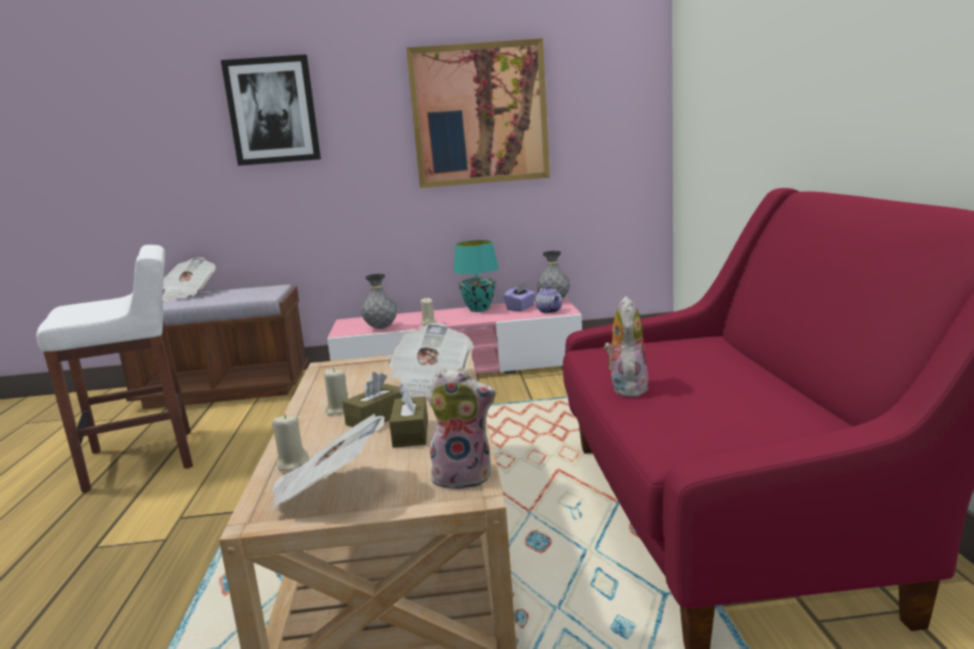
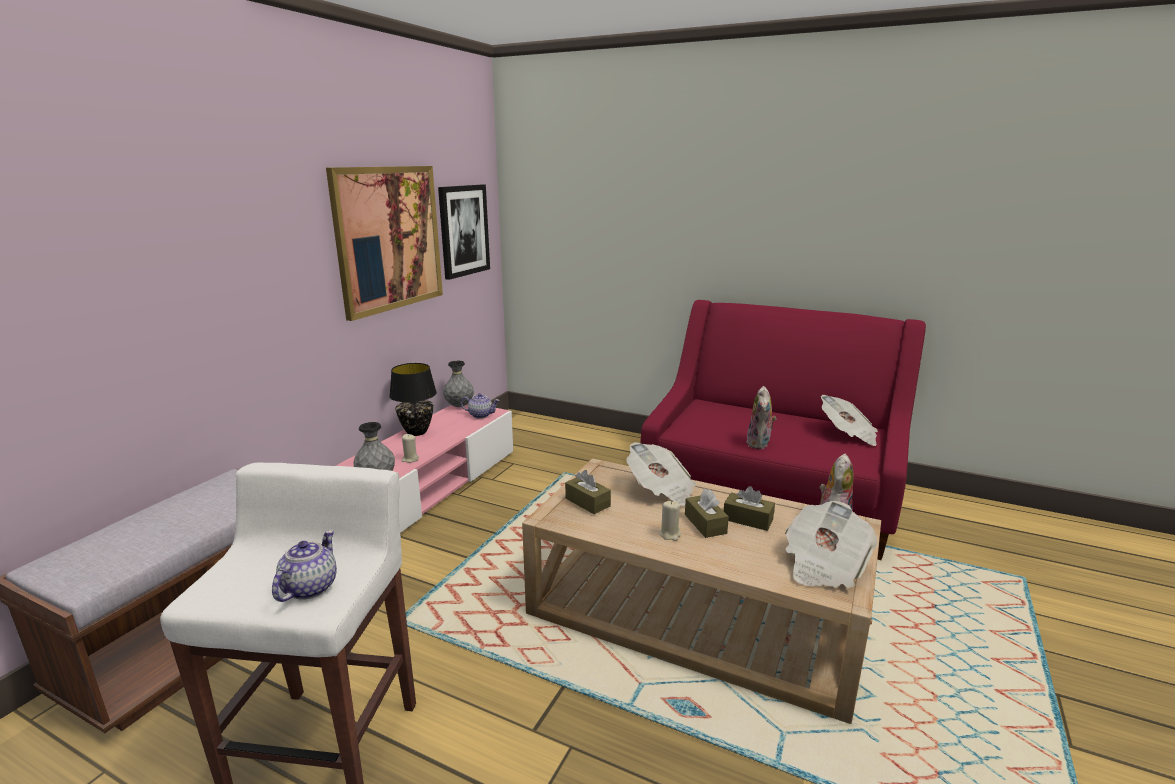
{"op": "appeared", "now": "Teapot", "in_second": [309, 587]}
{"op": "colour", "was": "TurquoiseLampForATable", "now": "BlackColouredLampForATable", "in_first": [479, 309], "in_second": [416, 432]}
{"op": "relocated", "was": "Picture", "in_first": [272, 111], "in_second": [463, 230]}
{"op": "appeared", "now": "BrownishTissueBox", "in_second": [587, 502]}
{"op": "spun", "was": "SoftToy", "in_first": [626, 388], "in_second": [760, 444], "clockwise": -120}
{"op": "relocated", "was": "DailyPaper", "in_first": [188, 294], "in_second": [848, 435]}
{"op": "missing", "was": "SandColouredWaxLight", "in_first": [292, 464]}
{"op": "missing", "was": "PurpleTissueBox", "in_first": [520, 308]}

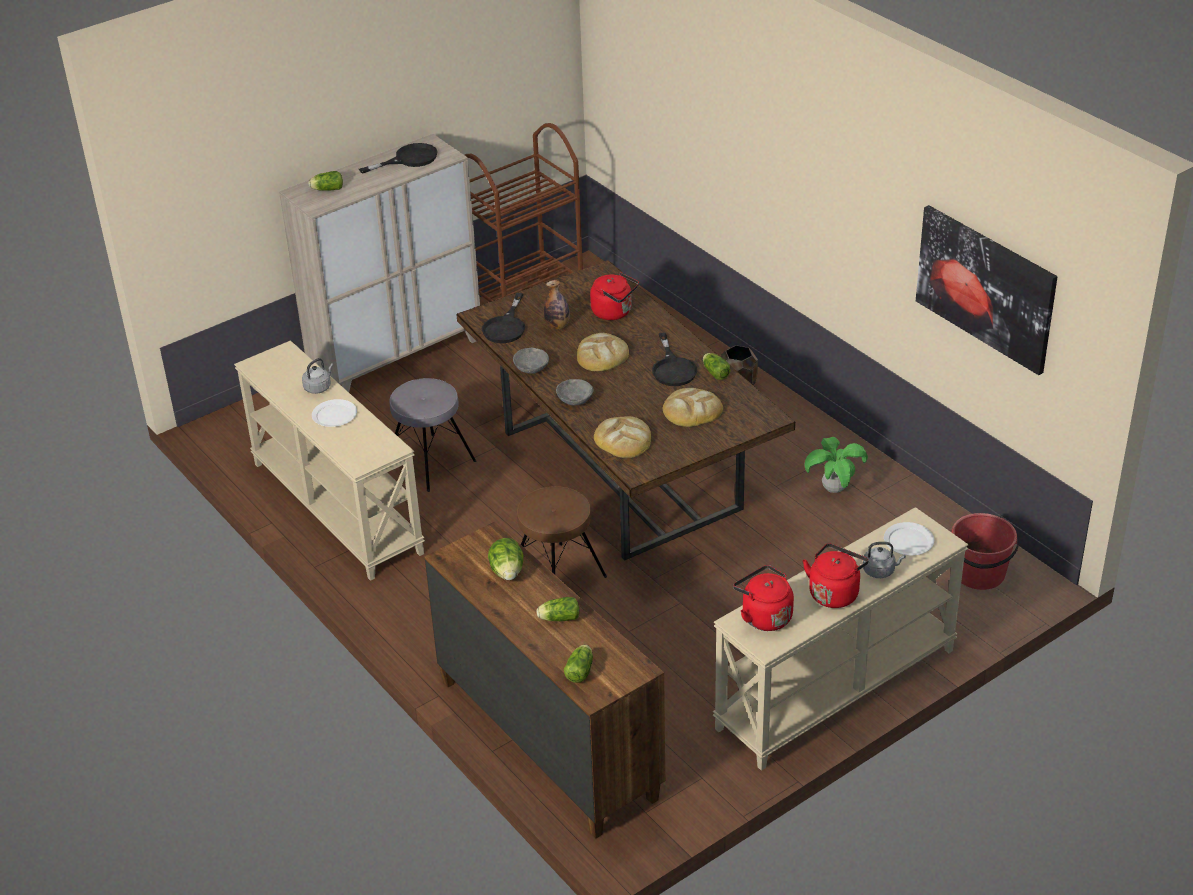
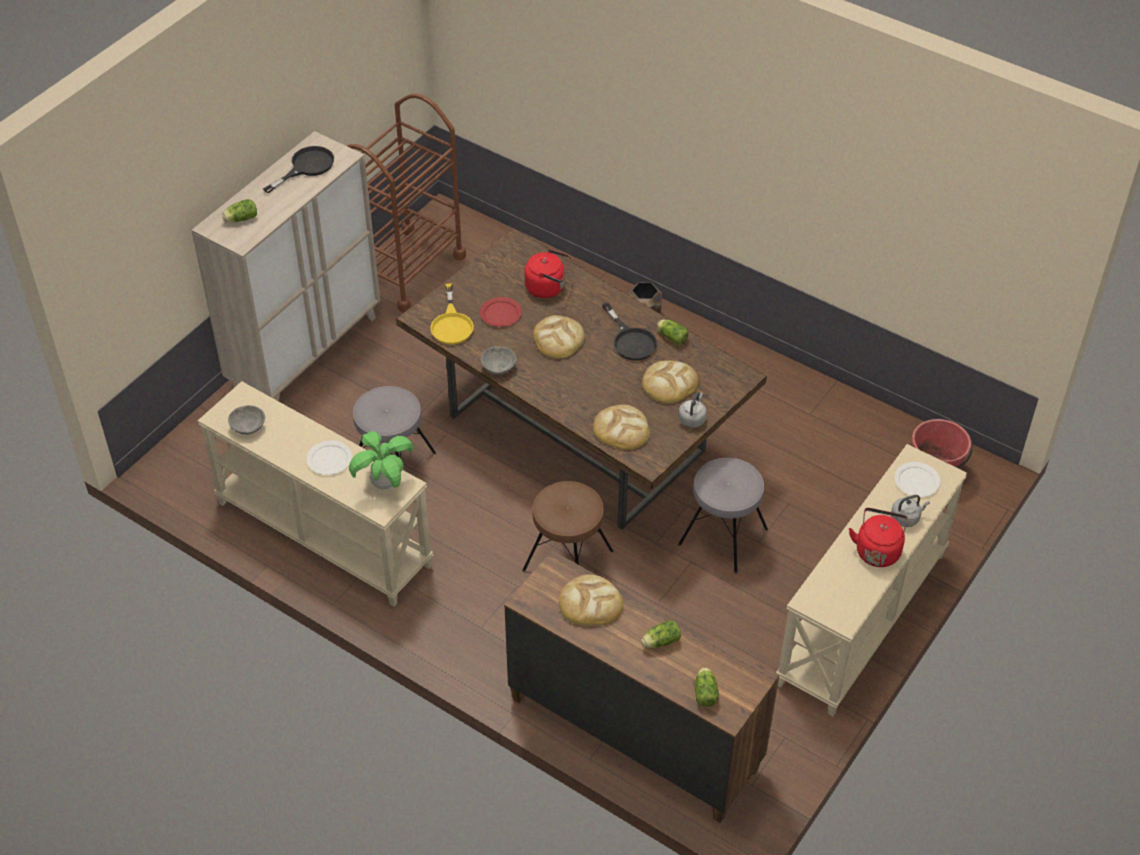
{"op": "relocated", "was": "GrayServingBowl", "in_first": [574, 400], "in_second": [247, 427]}
{"op": "relocated", "was": "PlantInAPot", "in_first": [834, 489], "in_second": [384, 484]}
{"op": "colour", "was": "BlackColouredPan", "now": "YellowPan", "in_first": [506, 326], "in_second": [452, 324]}
{"op": "exchanged", "was": "BeverageBottle", "now": "RedDinnerPlate", "in_first": [557, 326], "in_second": [501, 314]}
{"op": "exchanged", "was": "LettuceHead", "now": "BakeryBread", "in_first": [507, 572], "in_second": [590, 603]}
{"op": "relocated", "was": "GrayKettle", "in_first": [318, 387], "in_second": [692, 419]}
{"op": "appeared", "now": "GrayStool", "in_second": [723, 537]}
{"op": "missing", "was": "RedKettle", "in_first": [764, 616]}
{"op": "missing", "was": "Picture", "in_first": [985, 288]}

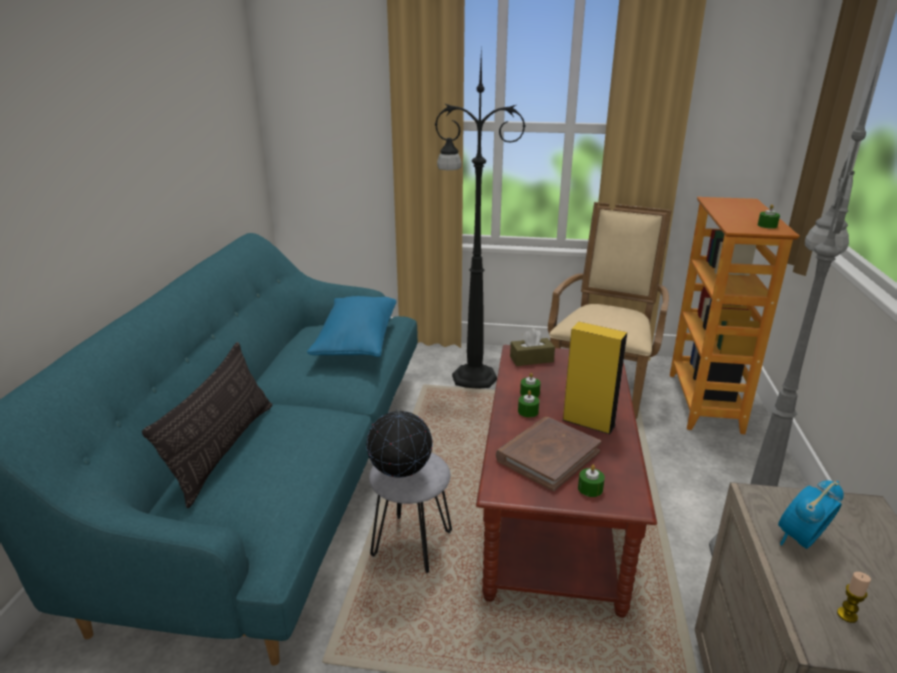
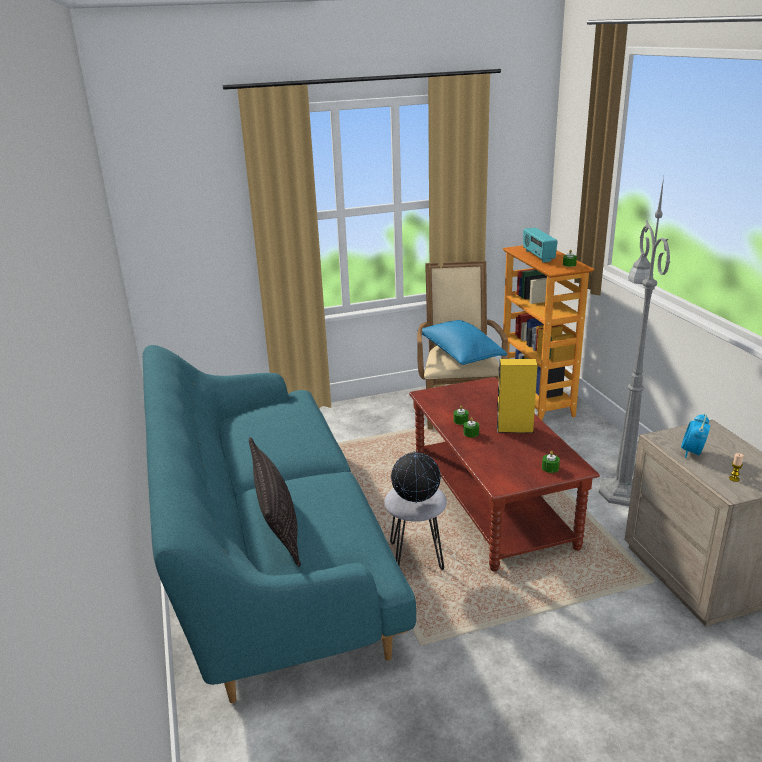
{"op": "relocated", "was": "BlueColouredThrowPillow", "in_first": [356, 342], "in_second": [459, 354]}
{"op": "appeared", "now": "Radio", "in_second": [538, 256]}
{"op": "missing", "was": "BlackColouredStandingLamp", "in_first": [471, 377]}
{"op": "missing", "was": "BrownishBoundBook", "in_first": [548, 456]}
{"op": "missing", "was": "BrownishTissueBox", "in_first": [531, 359]}

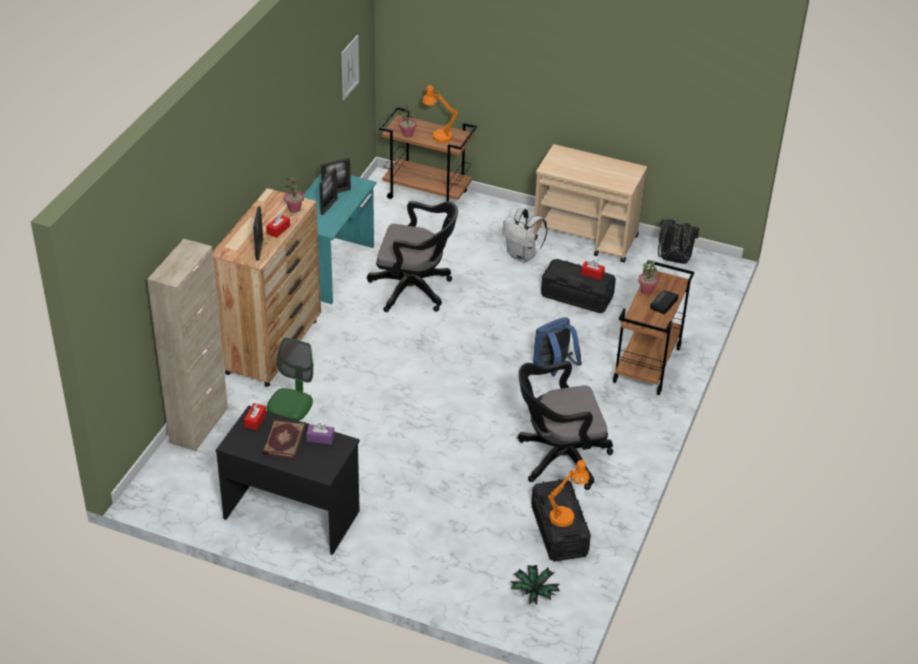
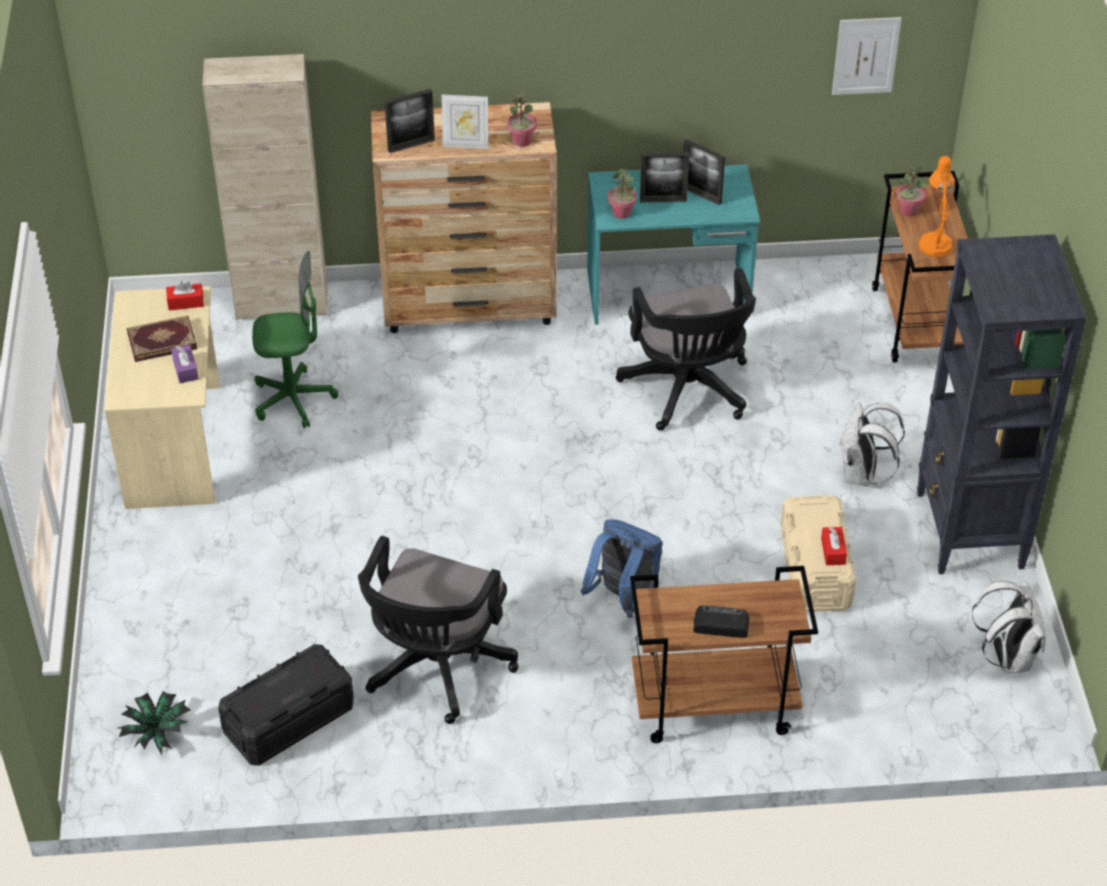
{"op": "colour", "was": "BlackColouredDeskTable", "now": "SandColouredDeskTable", "in_first": [292, 513], "in_second": [176, 445]}
{"op": "spun", "was": "BlackColouredComputerChair", "in_first": [558, 458], "in_second": [435, 669], "clockwise": -120}
{"op": "exchanged", "was": "RedTissueBox", "now": "PictureFrame", "in_first": [278, 230], "in_second": [465, 144]}
{"op": "relocated", "was": "PlantInAPot", "in_first": [646, 290], "in_second": [622, 213]}
{"op": "colour", "was": "BlackColouredStorageBox", "now": "SandColouredStorageBox", "in_first": [577, 296], "in_second": [815, 569]}
{"op": "exchanged", "was": "SandColouredWheeledCart", "now": "BlackColouredBookcase", "in_first": [586, 238], "in_second": [969, 531]}
{"op": "colour", "was": "BlackColouredKnapsack", "now": "WhiteKnapsack", "in_first": [673, 260], "in_second": [1007, 657]}
{"op": "missing", "was": "OrangeLampForATable", "in_first": [566, 515]}

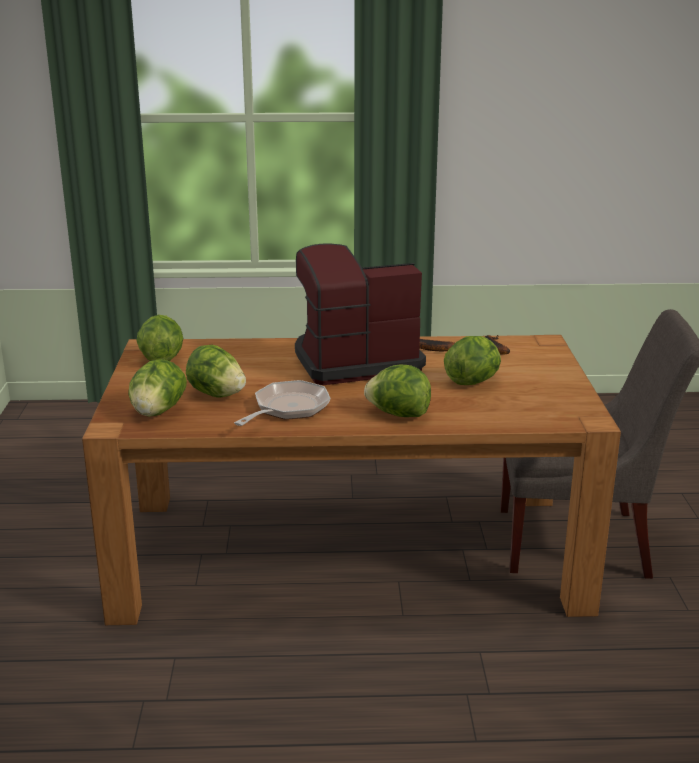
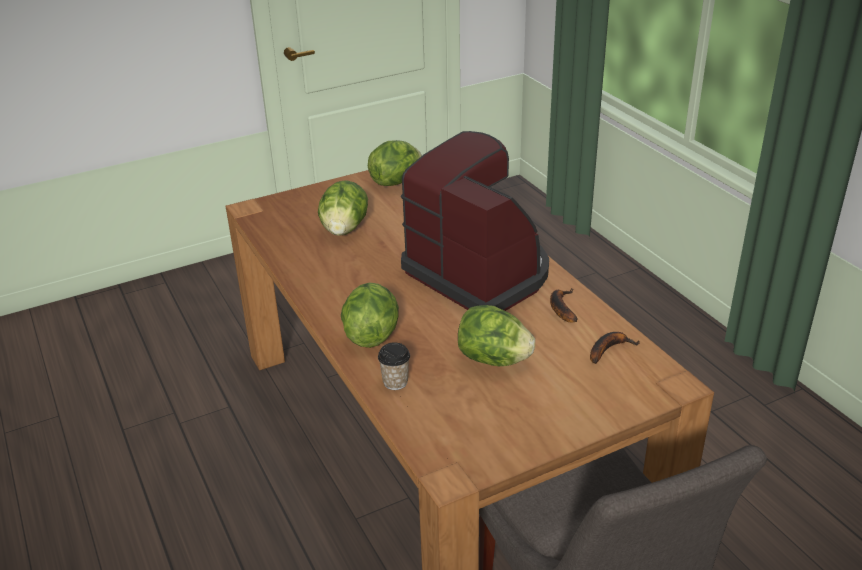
{"op": "appeared", "now": "DrinkingCup", "in_second": [395, 382]}
{"op": "missing", "was": "LettuceHead", "in_first": [158, 412]}
{"op": "missing", "was": "Pan", "in_first": [287, 409]}

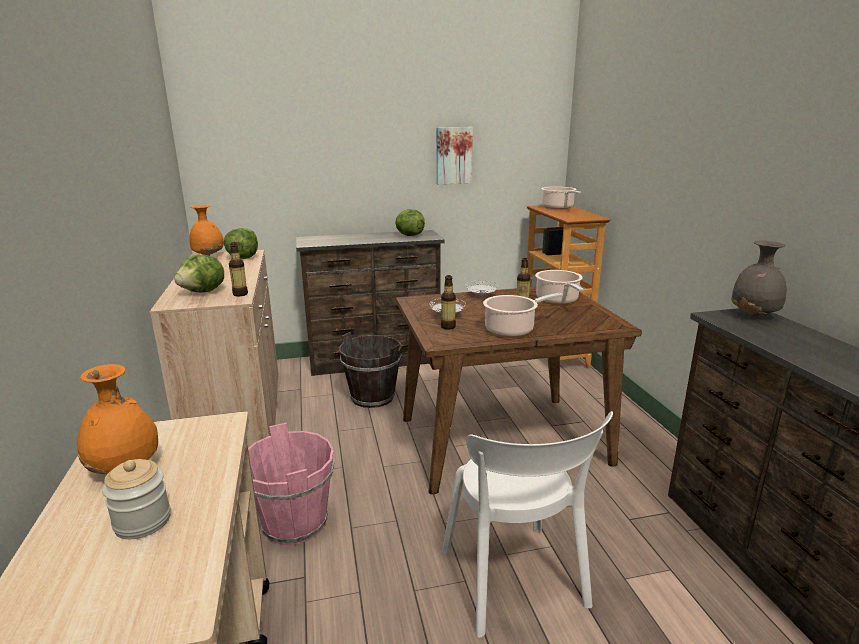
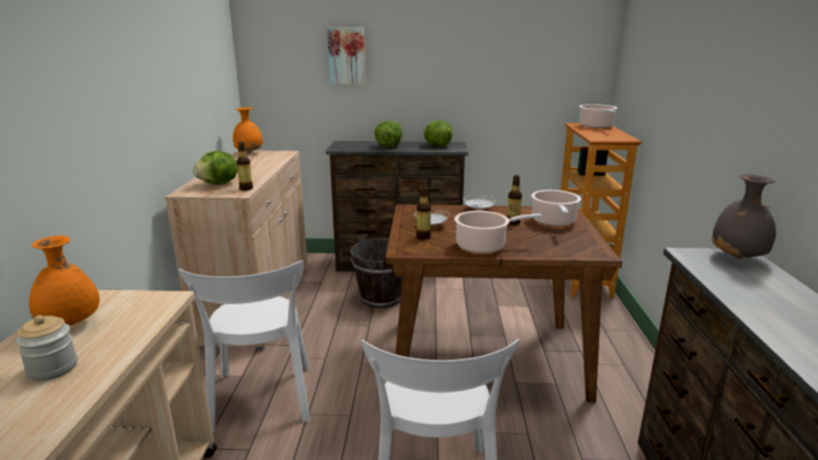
{"op": "exchanged", "was": "PinkishBucket", "now": "WhiteChair", "in_first": [294, 523], "in_second": [262, 401]}
{"op": "relocated", "was": "Picture", "in_first": [453, 155], "in_second": [347, 56]}
{"op": "relocated", "was": "LettuceHead", "in_first": [243, 258], "in_second": [388, 146]}

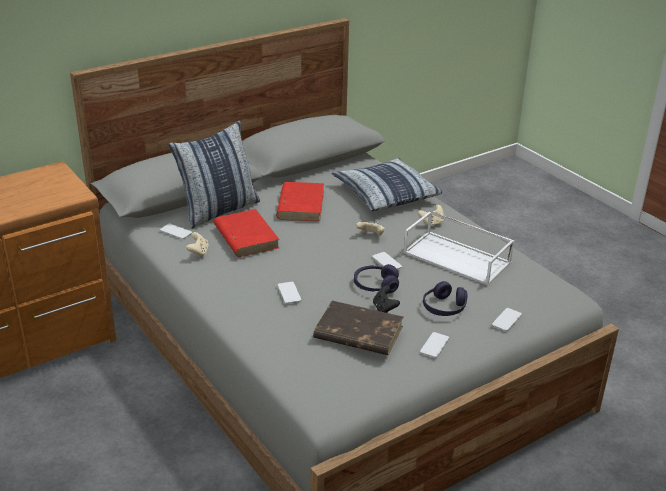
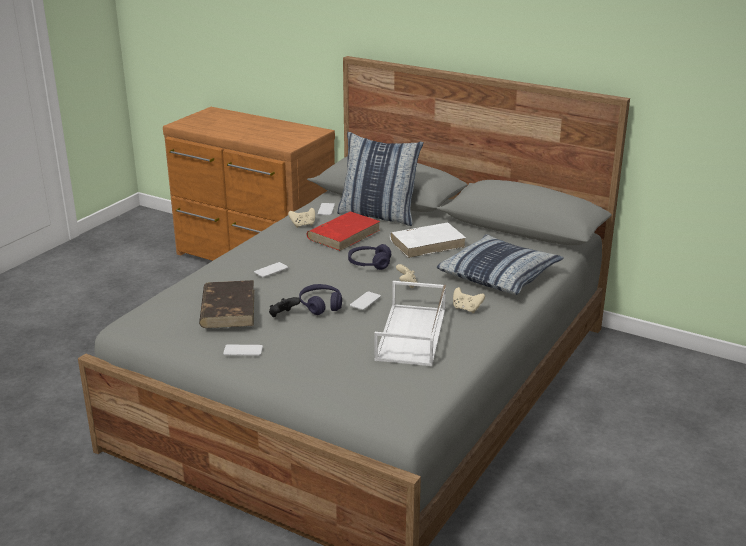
{"op": "relocated", "was": "PurplePairOfHeadphones", "in_first": [444, 307], "in_second": [369, 263]}
{"op": "colour", "was": "RedBoundBook", "now": "WhiteBoundBook", "in_first": [300, 204], "in_second": [428, 243]}
{"op": "missing", "was": "Phone", "in_first": [506, 320]}

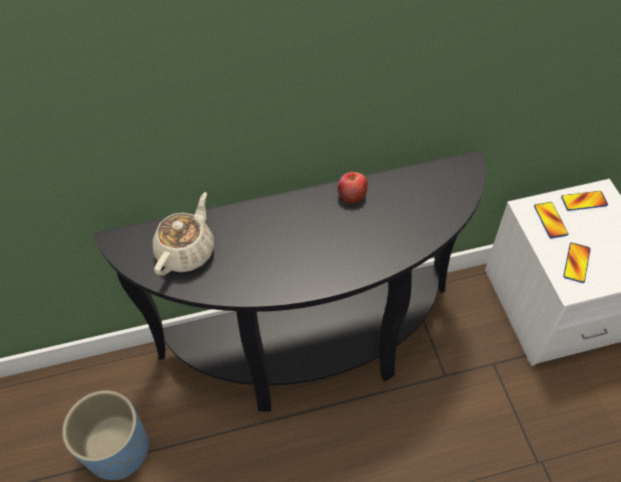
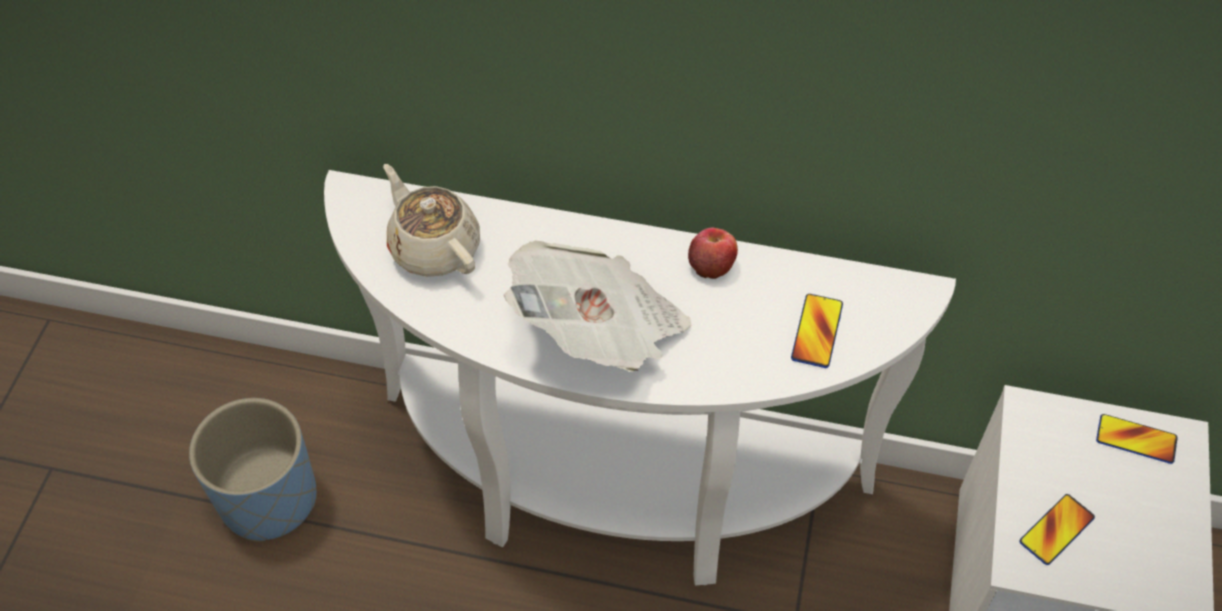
{"op": "colour", "was": "BlackColouredConsoleTable", "now": "WhiteConsoleTable", "in_first": [313, 351], "in_second": [613, 490]}
{"op": "spun", "was": "SandColouredTeapot", "in_first": [187, 251], "in_second": [434, 247], "clockwise": -90}
{"op": "appeared", "now": "DailyPaper", "in_second": [600, 331]}
{"op": "relocated", "was": "Phone", "in_first": [550, 220], "in_second": [817, 331]}

